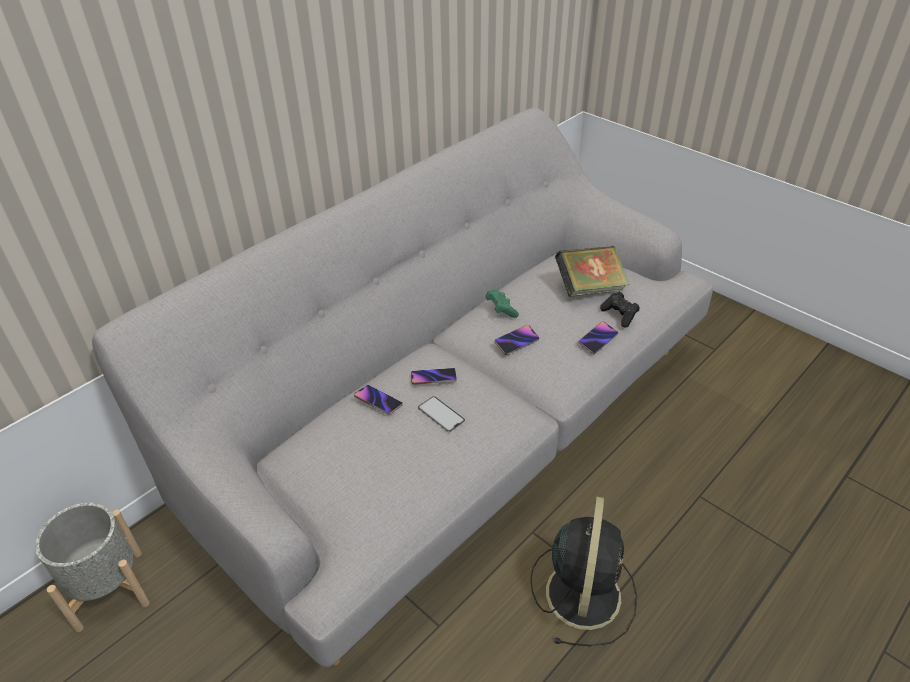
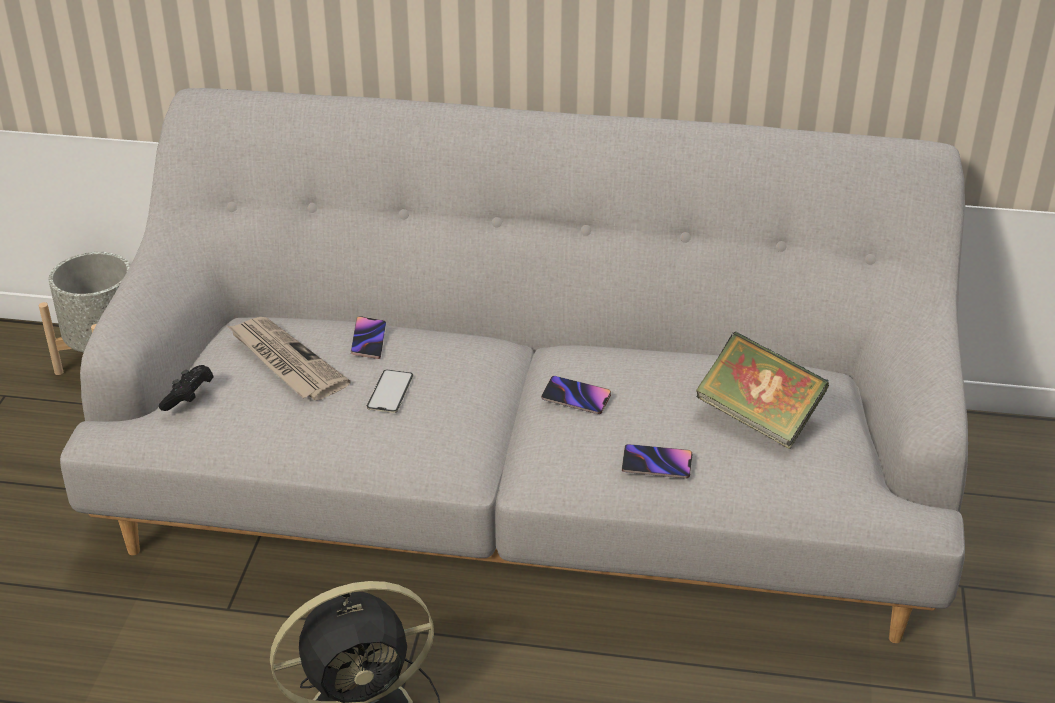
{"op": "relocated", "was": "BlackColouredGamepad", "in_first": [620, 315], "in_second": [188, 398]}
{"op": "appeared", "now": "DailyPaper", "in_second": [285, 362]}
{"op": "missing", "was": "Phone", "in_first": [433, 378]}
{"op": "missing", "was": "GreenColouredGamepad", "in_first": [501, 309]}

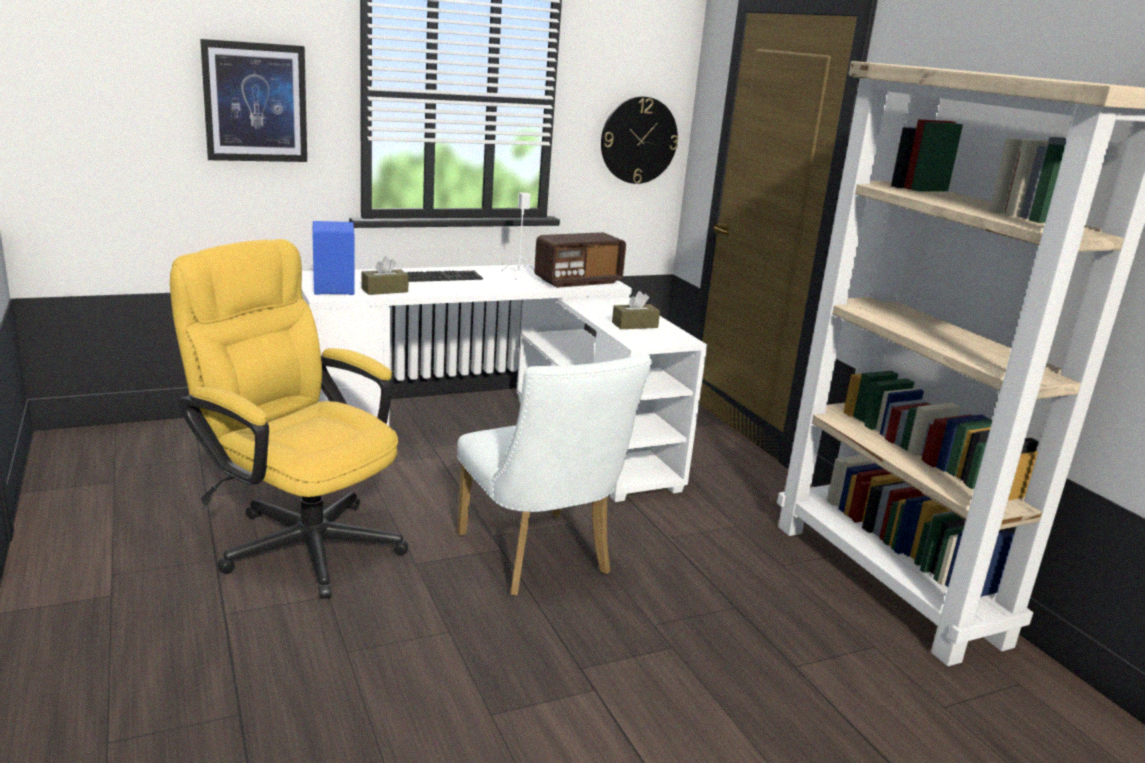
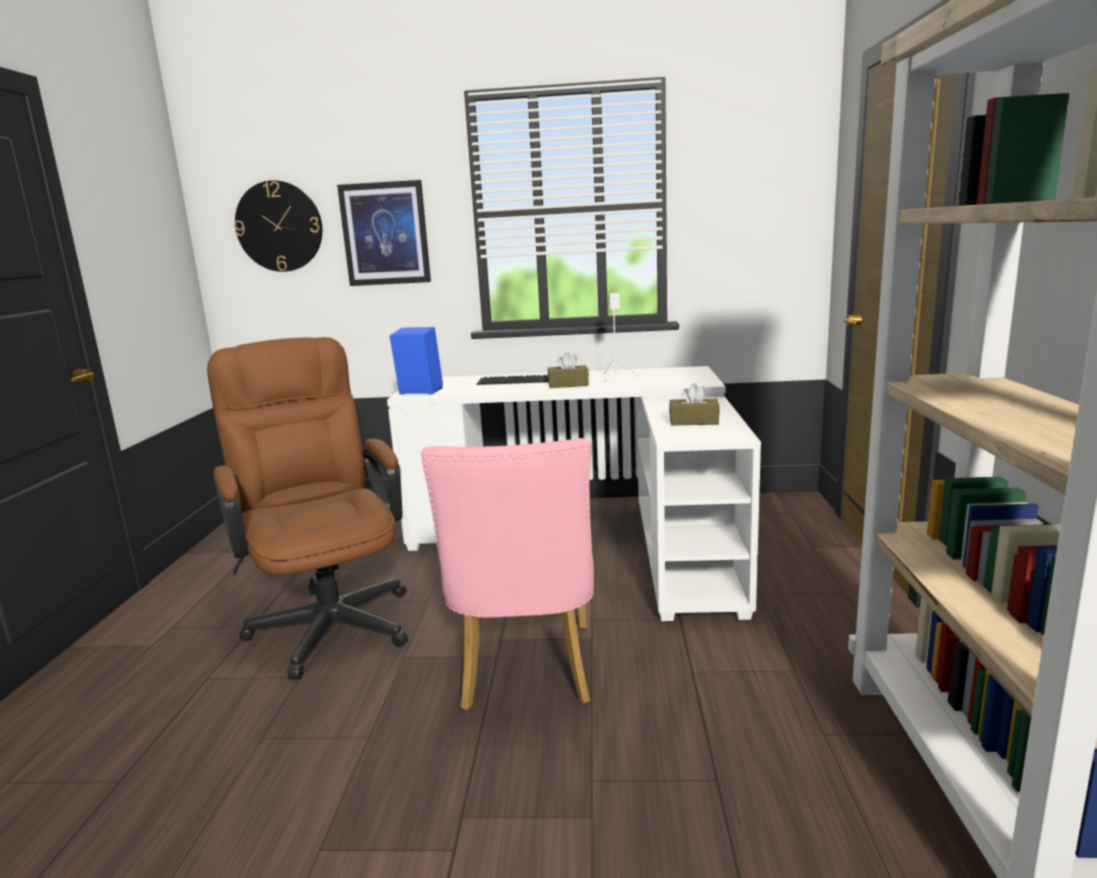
{"op": "colour", "was": "YellowComputerChair", "now": "BrownishComputerChair", "in_first": [299, 540], "in_second": [329, 618]}
{"op": "relocated", "was": "WallClock", "in_first": [638, 140], "in_second": [279, 226]}
{"op": "colour", "was": "WhiteChair", "now": "PinkishChair", "in_first": [539, 559], "in_second": [526, 673]}
{"op": "relocated", "was": "BrownishTissueBox", "in_first": [384, 290], "in_second": [568, 385]}
{"op": "missing", "was": "Radio", "in_first": [578, 281]}

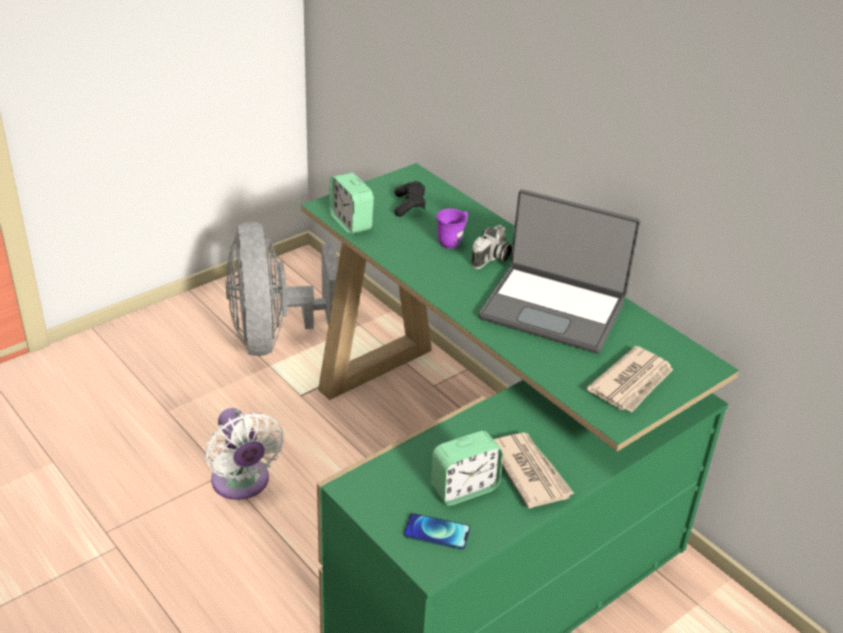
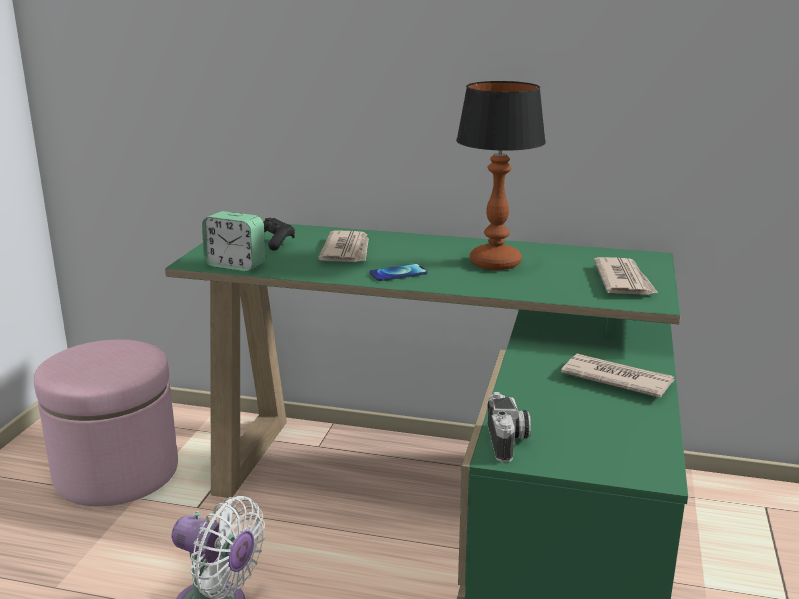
{"op": "exchanged", "was": "GrayCoolingFan", "now": "PinkishPouffe", "in_first": [274, 337], "in_second": [116, 472]}
{"op": "exchanged", "was": "PurpleCoffeeMug", "now": "DailyPaper", "in_first": [453, 241], "in_second": [347, 251]}
{"op": "relocated", "was": "Phone", "in_first": [437, 532], "in_second": [398, 274]}
{"op": "exchanged", "was": "PortableComputer", "now": "LampForATable", "in_first": [553, 309], "in_second": [495, 262]}
{"op": "relocated", "was": "PhotoCamera", "in_first": [492, 259], "in_second": [508, 442]}
{"op": "missing", "was": "TableClock", "in_first": [464, 488]}

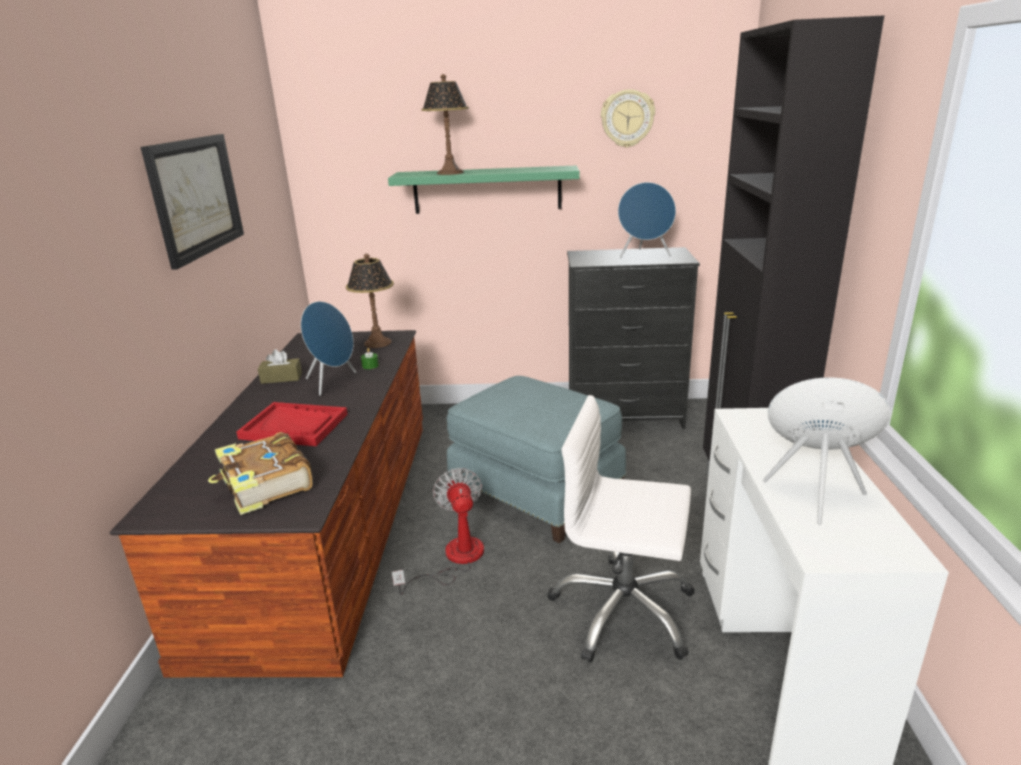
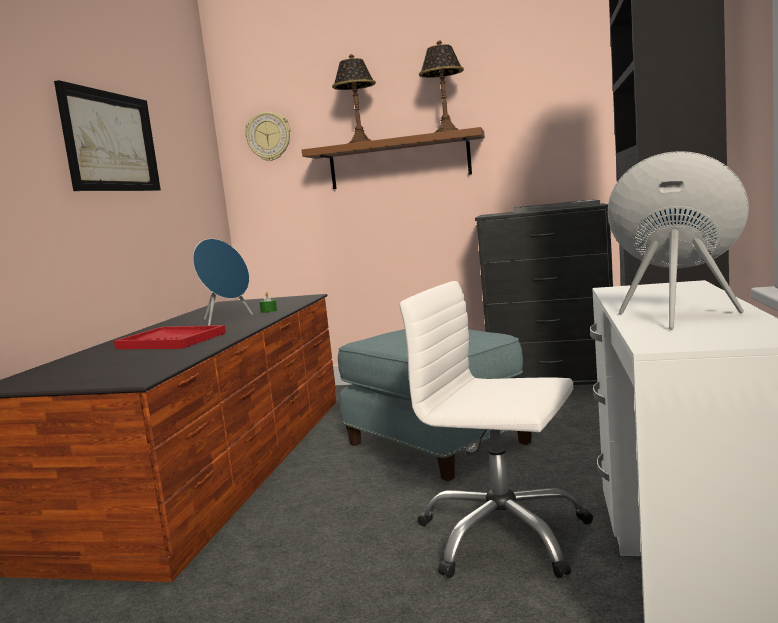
{"op": "relocated", "was": "WallClock", "in_first": [627, 118], "in_second": [269, 136]}
{"op": "colour", "was": "GreenColouredWallShelf", "now": "BrownishWallShelf", "in_first": [487, 190], "in_second": [399, 161]}
{"op": "relocated", "was": "LampForATable", "in_first": [377, 343], "in_second": [446, 132]}
{"op": "exchanged", "was": "BlueColouredAudioSpeaker", "now": "ServingTray", "in_first": [644, 256], "in_second": [555, 208]}
{"op": "missing", "was": "BoundBook", "in_first": [265, 485]}
{"op": "missing", "was": "BrownishTissueBox", "in_first": [281, 378]}
{"op": "missing", "was": "CoolingFan", "in_first": [454, 559]}

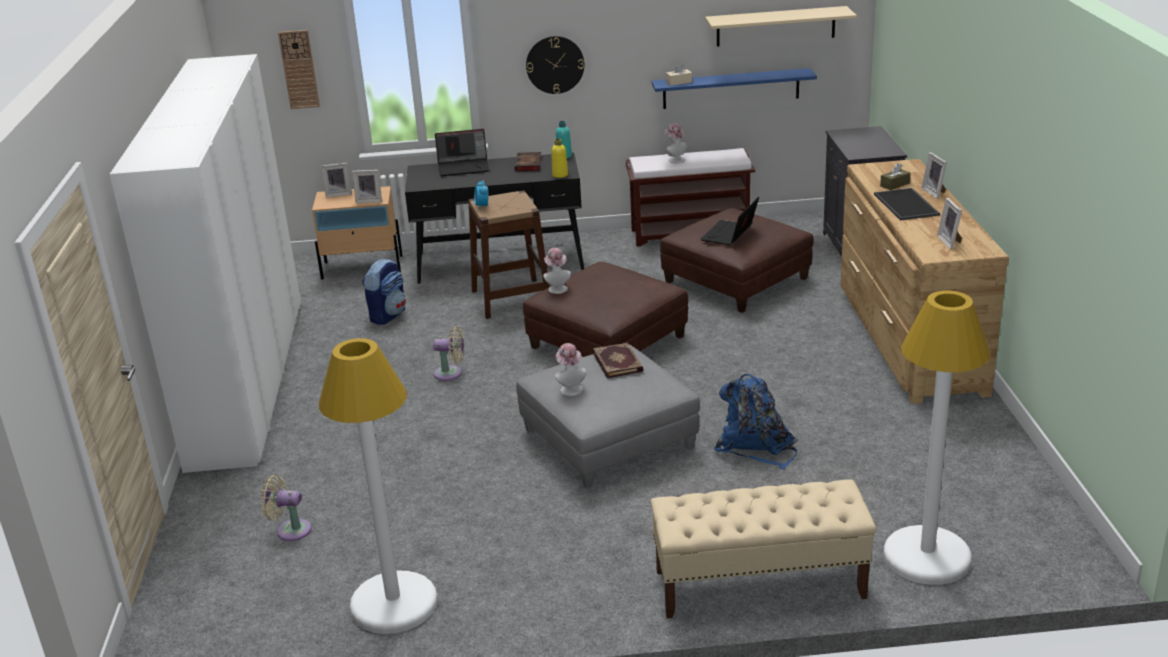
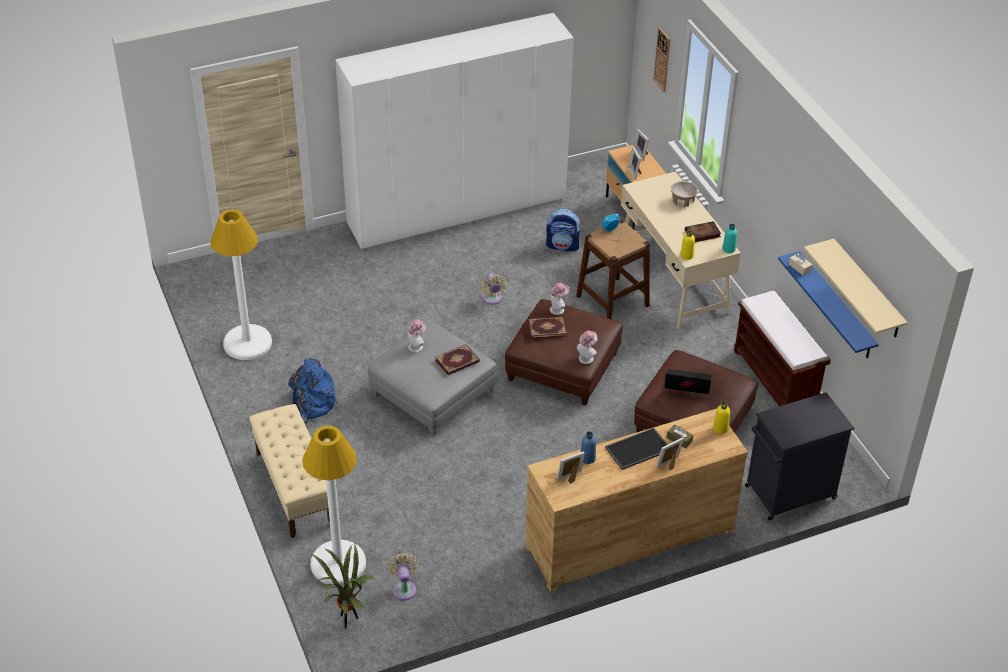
{"op": "relocated", "was": "BlueColouredKnapsack", "in_first": [756, 446], "in_second": [310, 404]}
{"op": "appeared", "now": "PlantInAPot", "in_second": [347, 621]}
{"op": "relocated", "was": "SandColouredCoolingFan", "in_first": [290, 530], "in_second": [404, 588]}
{"op": "appeared", "now": "BoundBook", "in_second": [547, 328]}
{"op": "relocated", "was": "Hat", "in_first": [675, 159], "in_second": [587, 357]}
{"op": "appeared", "now": "BlueColouredBeverageBottle", "in_second": [587, 458]}
{"op": "colour", "was": "BlackColouredDeskTable", "now": "SandColouredDeskTable", "in_first": [500, 261], "in_second": [673, 279]}
{"op": "exchanged", "was": "PortableComputer", "now": "SandColouredServingBowl", "in_first": [464, 167], "in_second": [683, 201]}
{"op": "appeared", "now": "YellowBeverageBottle", "in_second": [720, 428]}
{"op": "missing", "was": "WallClock", "in_first": [555, 64]}

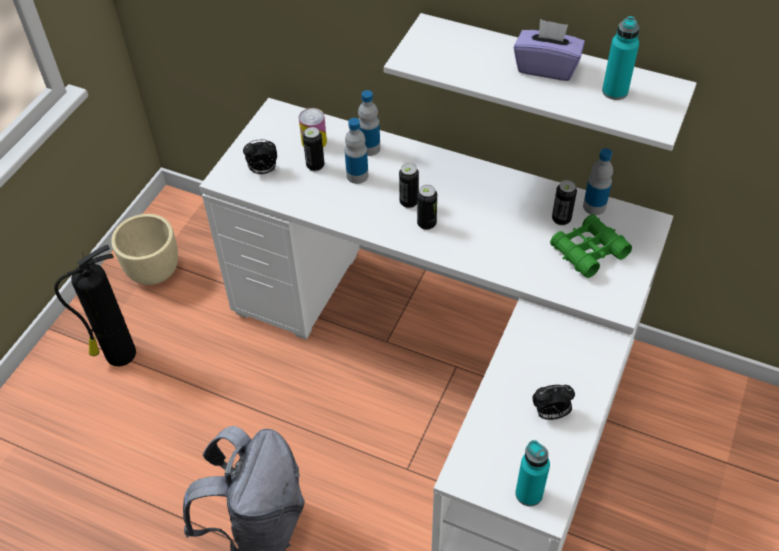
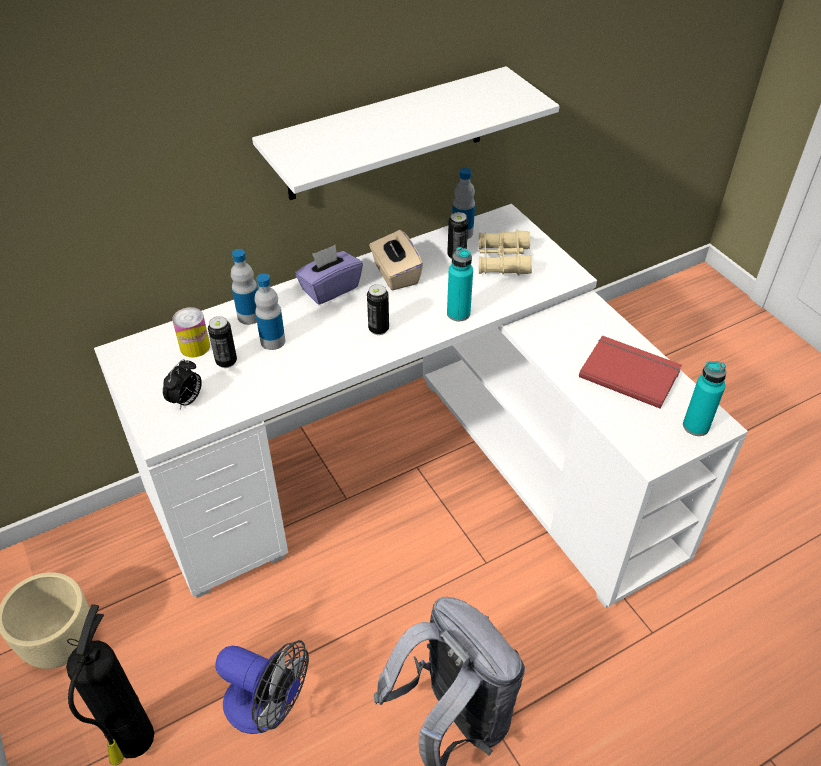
{"op": "appeared", "now": "CoolingFan", "in_second": [267, 707]}
{"op": "relocated", "was": "PurpleTissueBox", "in_first": [546, 67], "in_second": [330, 289]}
{"op": "appeared", "now": "SandColouredTissueBox", "in_second": [395, 274]}
{"op": "relocated", "was": "TurquoiseBeverageBottle", "in_first": [615, 91], "in_second": [458, 313]}
{"op": "colour", "was": "GreenColouredBinoculars", "now": "SandColouredBinoculars", "in_first": [588, 251], "in_second": [503, 260]}
{"op": "exchanged", "was": "TableClock", "now": "RedBoundBook", "in_first": [550, 413], "in_second": [629, 372]}
{"op": "missing", "was": "Can", "in_first": [409, 202]}

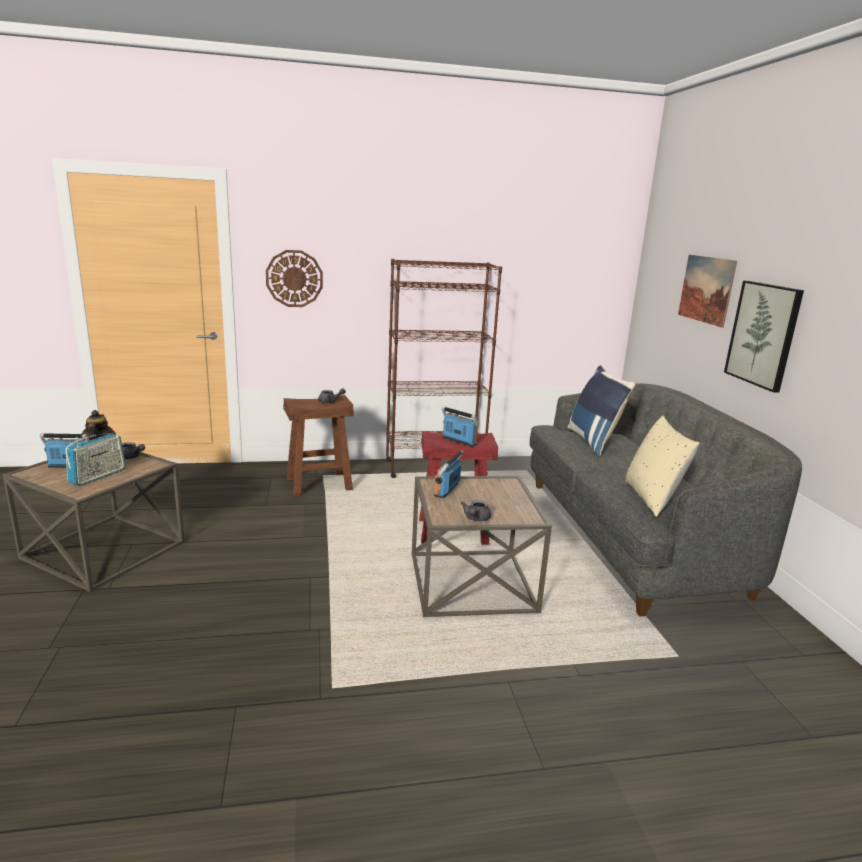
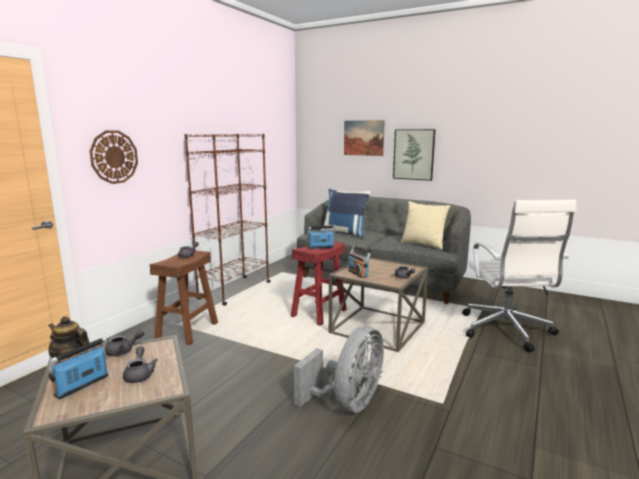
{"op": "exchanged", "was": "Radio", "now": "GrayTeapot", "in_first": [98, 476], "in_second": [139, 374]}
{"op": "appeared", "now": "GrayCoolingFan", "in_second": [348, 403]}
{"op": "appeared", "now": "WhiteComputerChair", "in_second": [506, 331]}

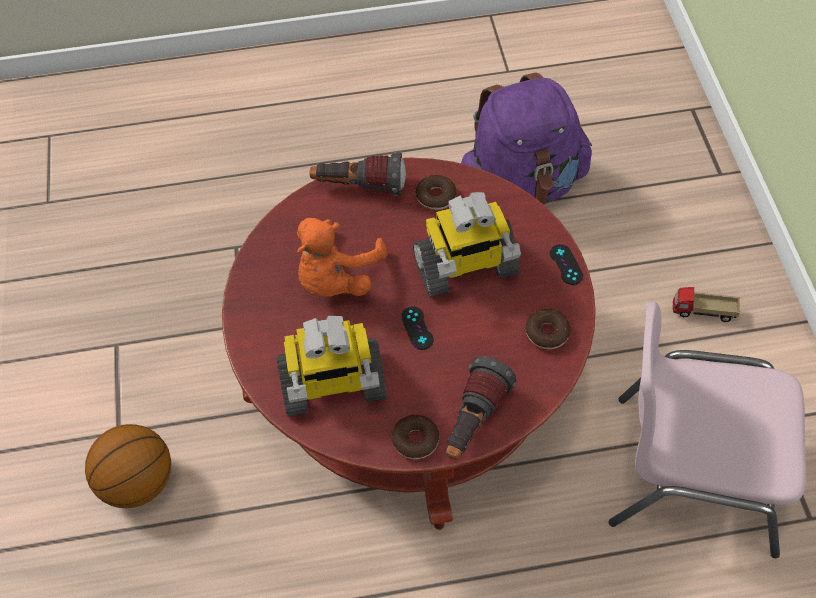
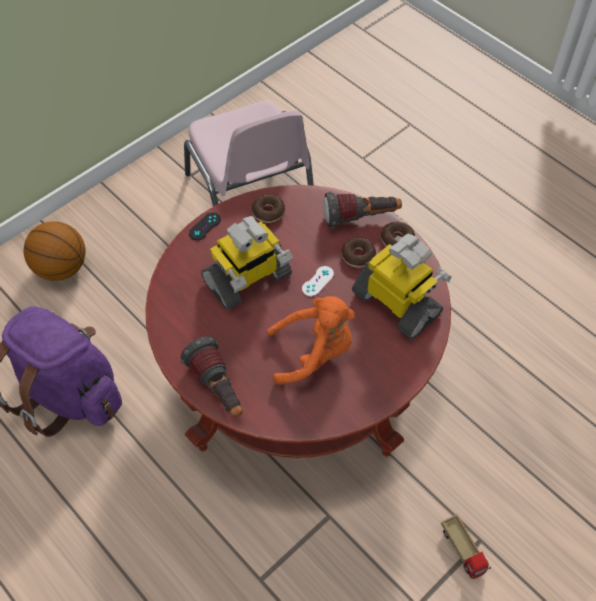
{"op": "relocated", "was": "BasketballBall", "in_first": [138, 482], "in_second": [61, 268]}
{"op": "spun", "was": "ToyRobot", "in_first": [465, 267], "in_second": [247, 280], "clockwise": 105}
{"op": "colour", "was": "BlackColouredGamepad", "now": "WhiteGamepad", "in_first": [417, 328], "in_second": [317, 281]}
{"op": "relocated", "was": "RingDoughnut", "in_first": [436, 197], "in_second": [358, 256]}
{"op": "relocated", "was": "ToyLorry", "in_first": [703, 312], "in_second": [463, 550]}

